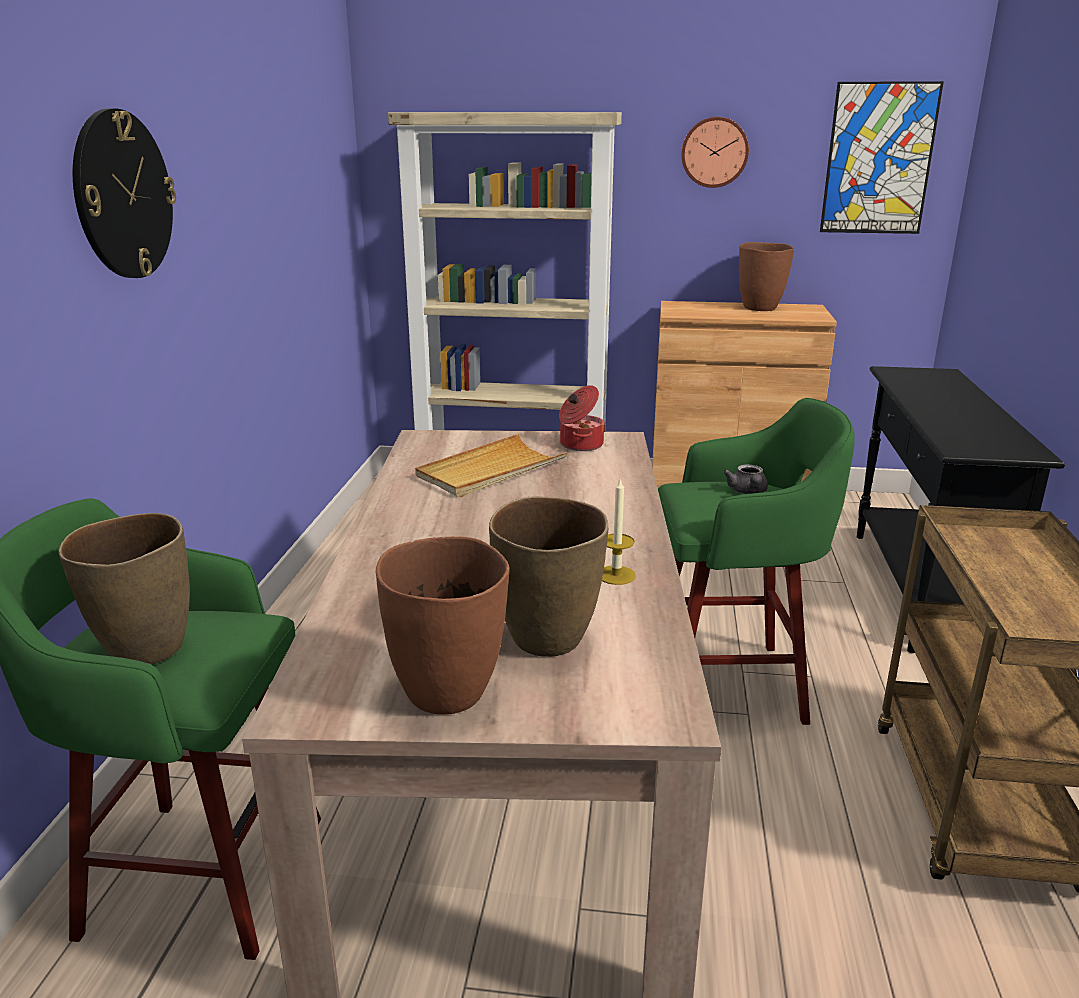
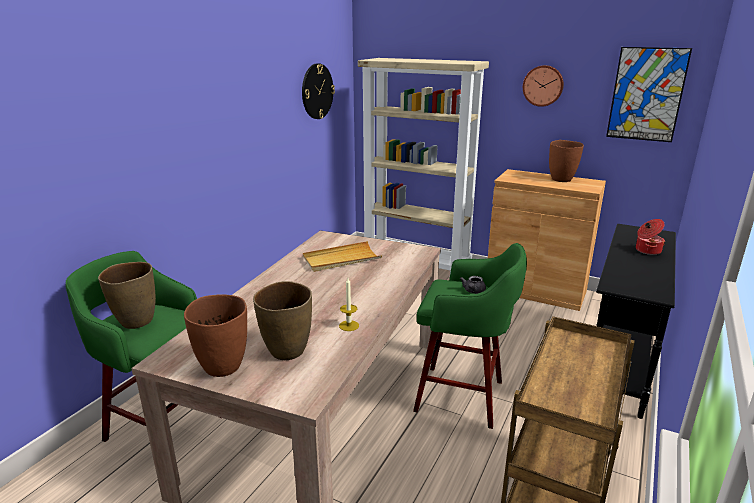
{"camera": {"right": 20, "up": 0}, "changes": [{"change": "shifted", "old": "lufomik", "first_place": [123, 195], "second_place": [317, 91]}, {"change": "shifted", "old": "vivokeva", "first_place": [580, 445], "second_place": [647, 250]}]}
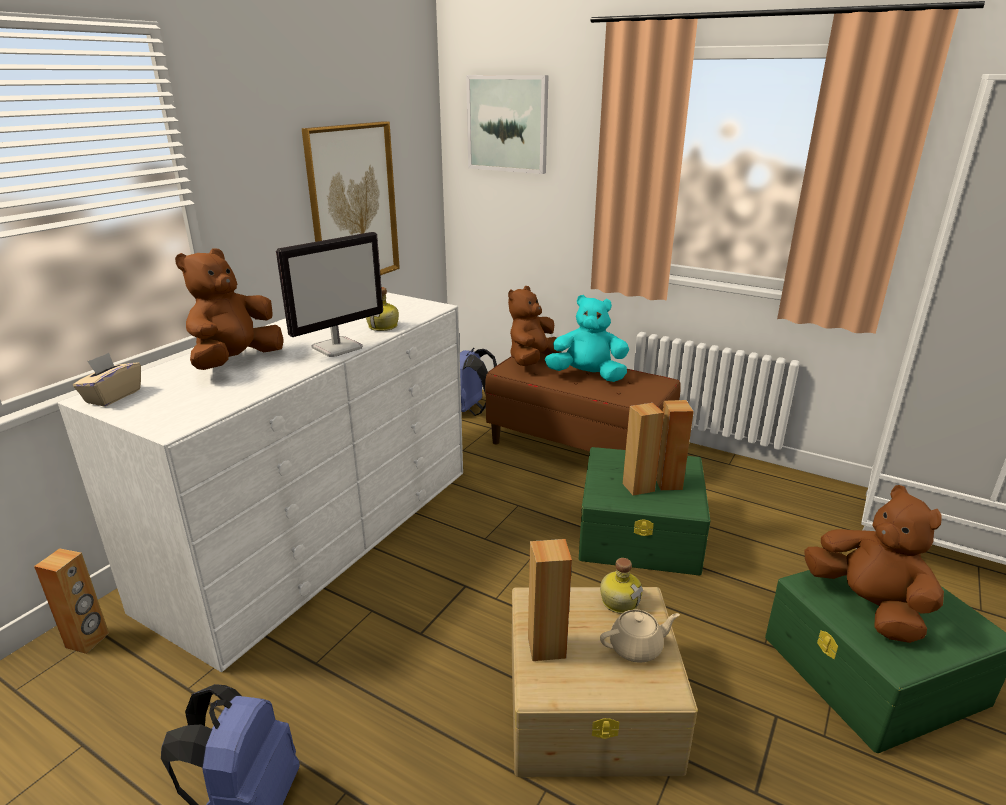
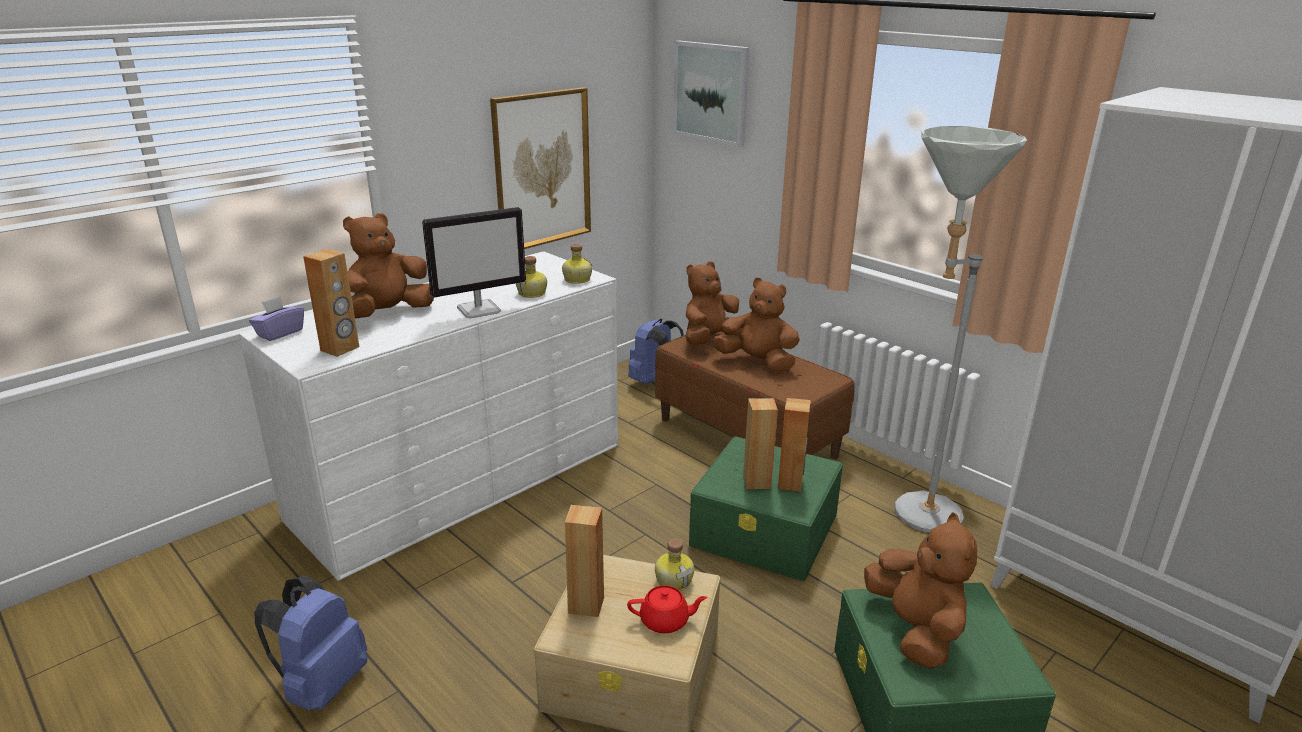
{"camera": {"right": 15, "up": 0}, "changes": [{"change": "new", "new": "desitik", "second_place": [576, 279]}, {"change": "new", "new": "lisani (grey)", "second_place": [913, 513]}, {"change": "shifted", "old": "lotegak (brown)", "first_place": [88, 640], "second_place": [340, 349]}, {"change": "repainted", "old": "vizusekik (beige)", "new": "vizusekik (purple)", "first_place": [113, 396], "second_place": [280, 333]}, {"change": "repainted", "old": "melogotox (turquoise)", "new": "melogotox (brown)", "first_place": [587, 376], "second_place": [757, 362]}, {"change": "repainted", "old": "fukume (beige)", "new": "fukume (red)", "first_place": [637, 648], "second_place": [665, 621]}]}
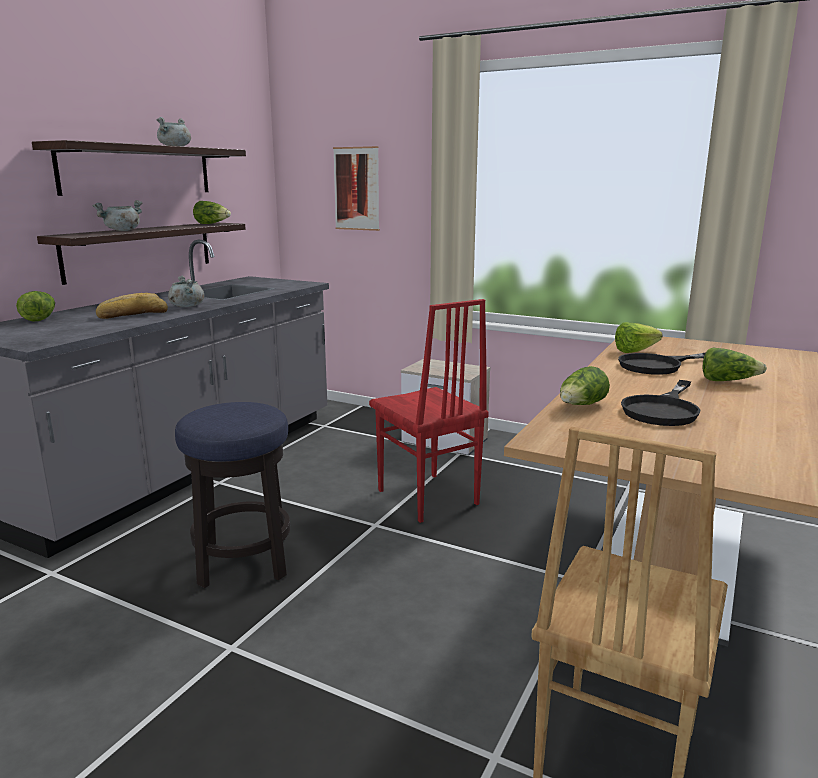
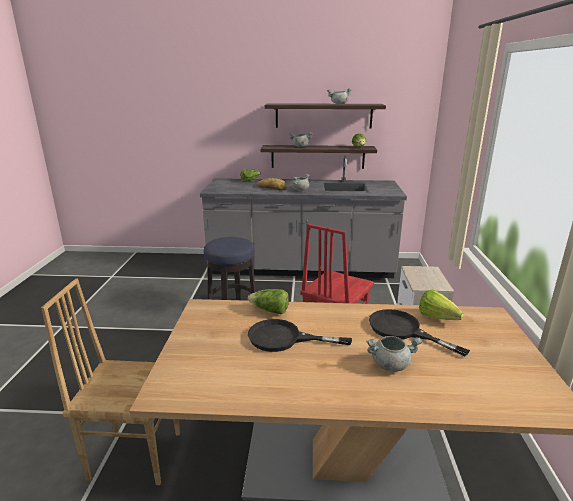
{"camera": {"right": 65, "up": 5}, "changes": [{"change": "gone", "old": "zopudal", "first_place": [356, 189]}, {"change": "swapped", "old": "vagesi", "new": "vivokeva (grey)", "first_place": [728, 381], "second_place": [390, 364]}]}
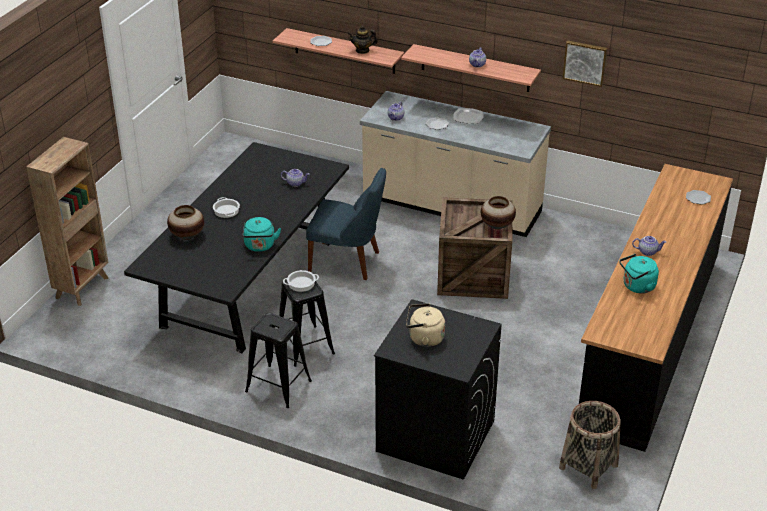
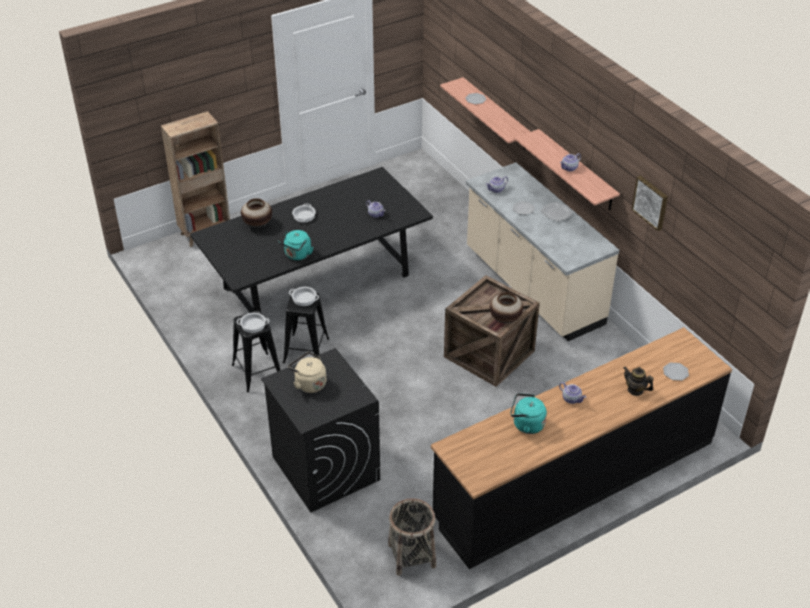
{"camera": {"right": 35, "up": 5}, "changes": [{"change": "gone", "old": "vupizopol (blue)", "first_place": [347, 262]}, {"change": "new", "new": "vivokeva", "second_place": [253, 325]}, {"change": "shifted", "old": "fukume", "first_place": [362, 50], "second_place": [635, 390]}]}
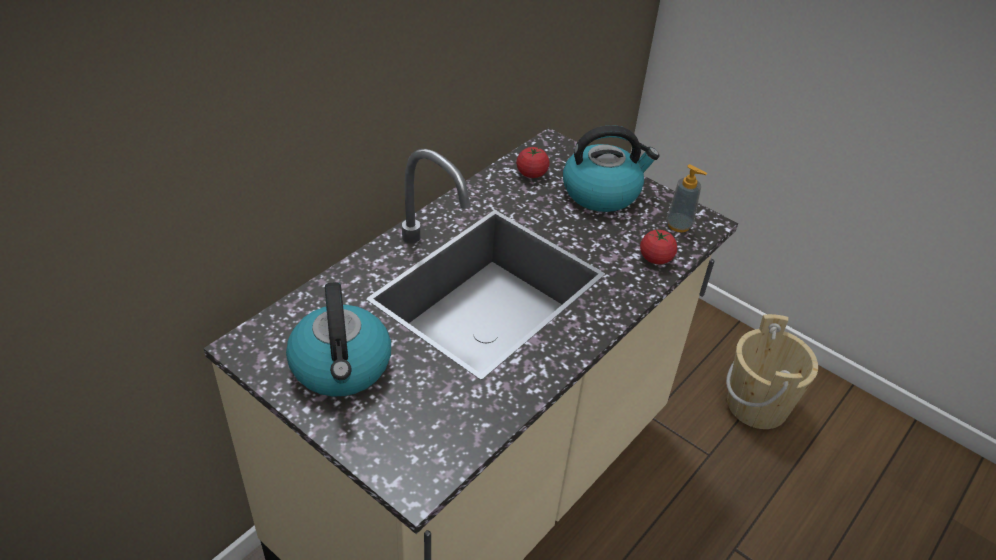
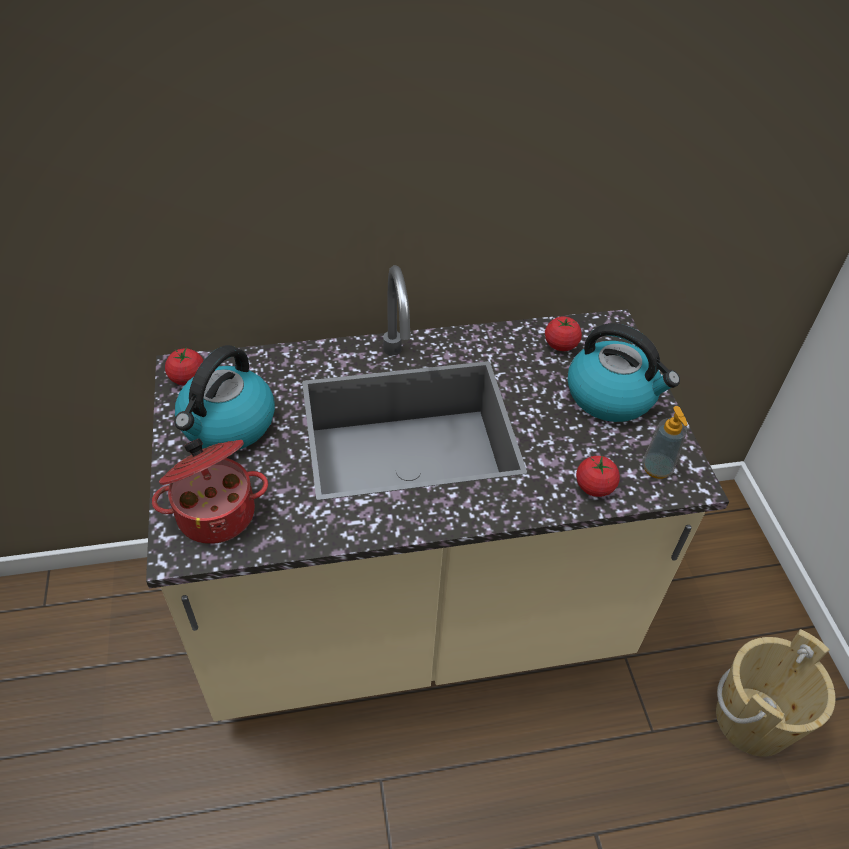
{"camera": {"right": 40, "up": 5}, "changes": [{"change": "new", "new": "vivokeva", "second_place": [216, 512]}, {"change": "new", "new": "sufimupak", "second_place": [188, 378]}]}
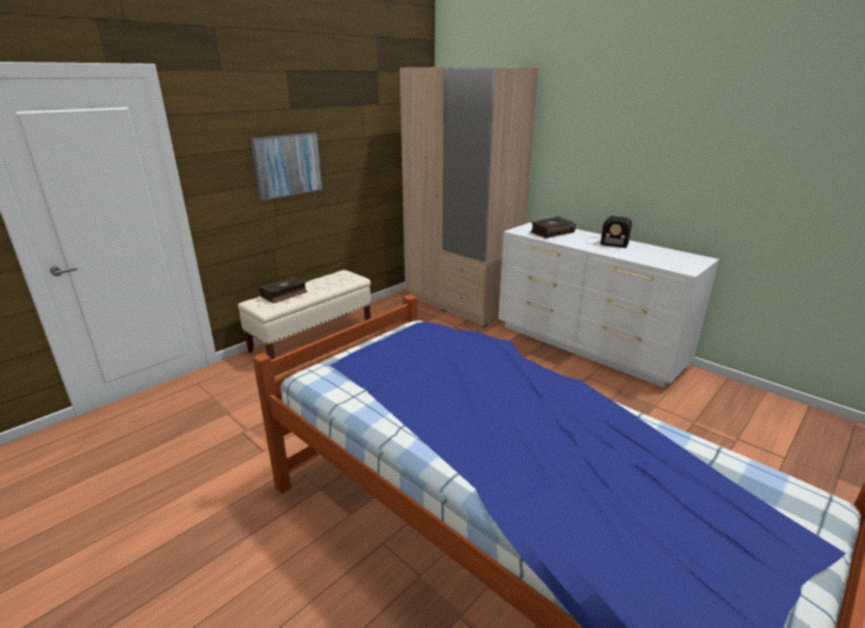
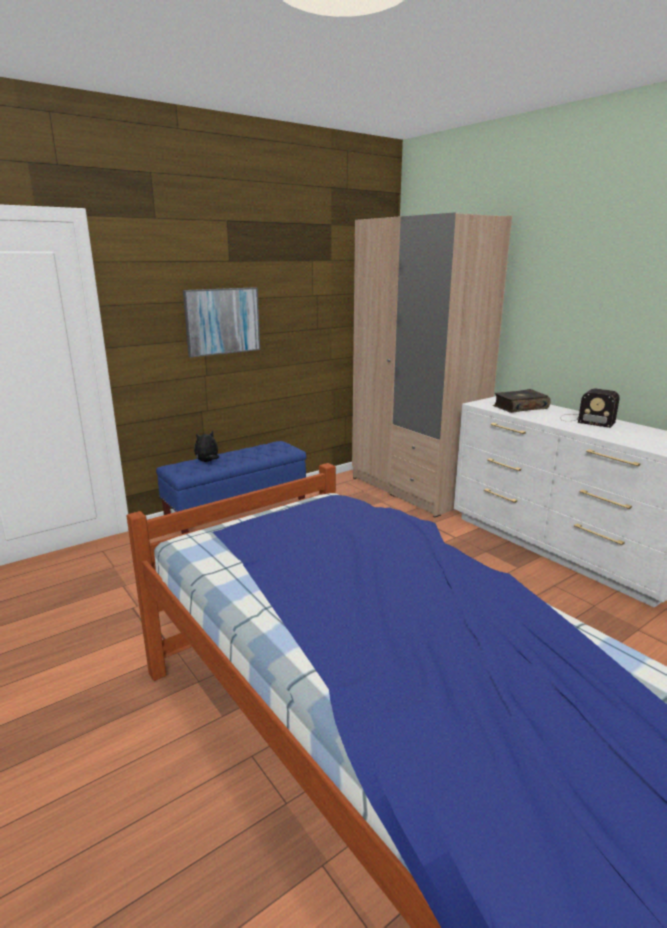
{"camera": {"right": 10, "up": -5}, "changes": [{"change": "swapped", "old": "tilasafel", "new": "melogotox", "first_place": [284, 294], "second_place": [207, 461]}, {"change": "repainted", "old": "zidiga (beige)", "new": "zidiga (blue)", "first_place": [313, 339], "second_place": [237, 514]}]}
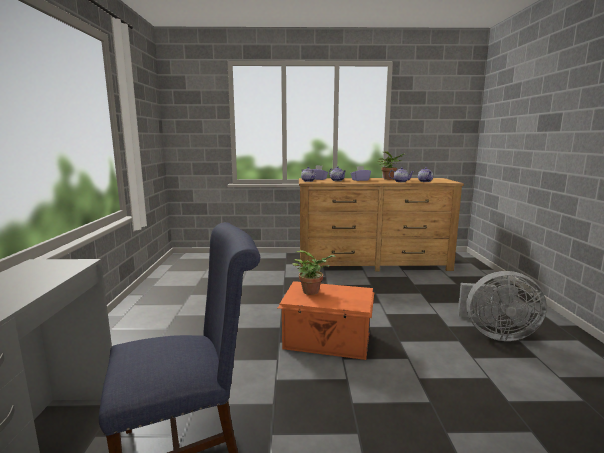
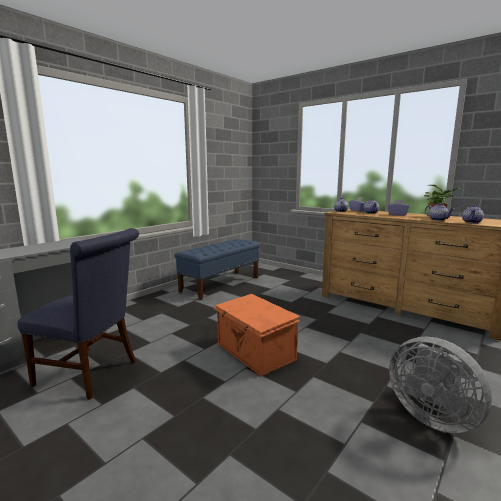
{"camera": {"right": 40, "up": 0}, "changes": [{"change": "gone", "old": "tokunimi", "first_place": [313, 291]}, {"change": "new", "new": "zidiga (blue)", "second_place": [220, 284]}]}
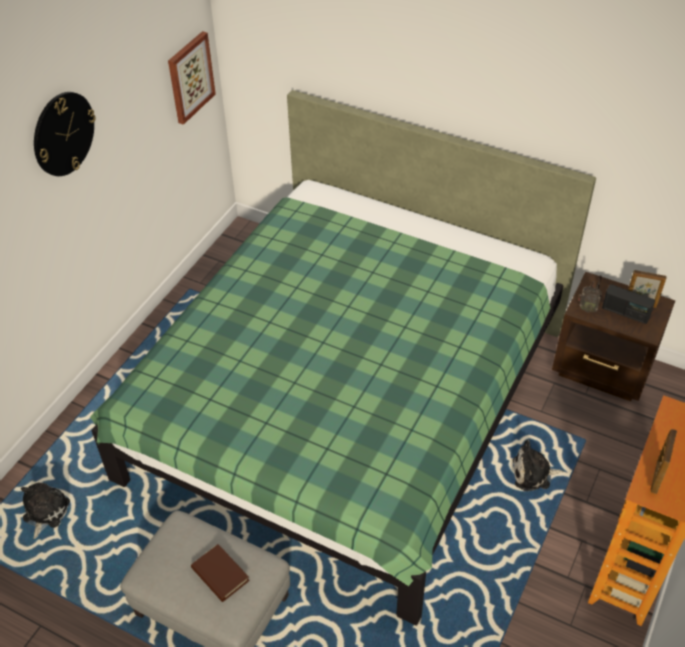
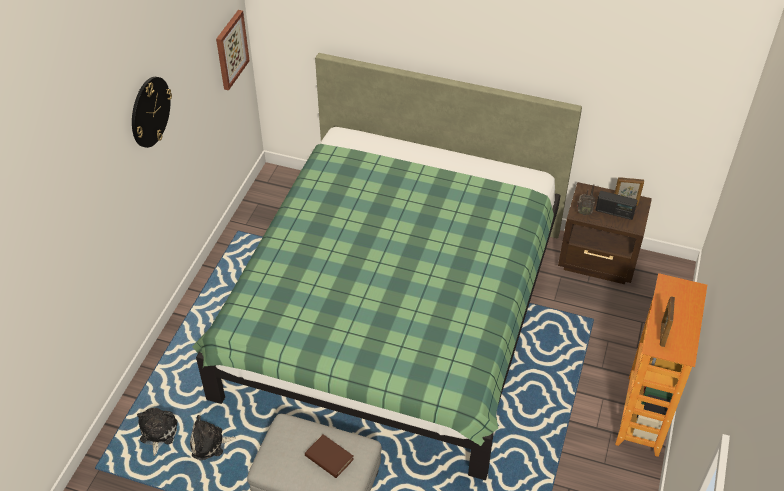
{"camera": {"right": -10, "up": 0}, "changes": [{"change": "shifted", "old": "melogotox", "first_place": [534, 474], "second_place": [210, 443]}]}
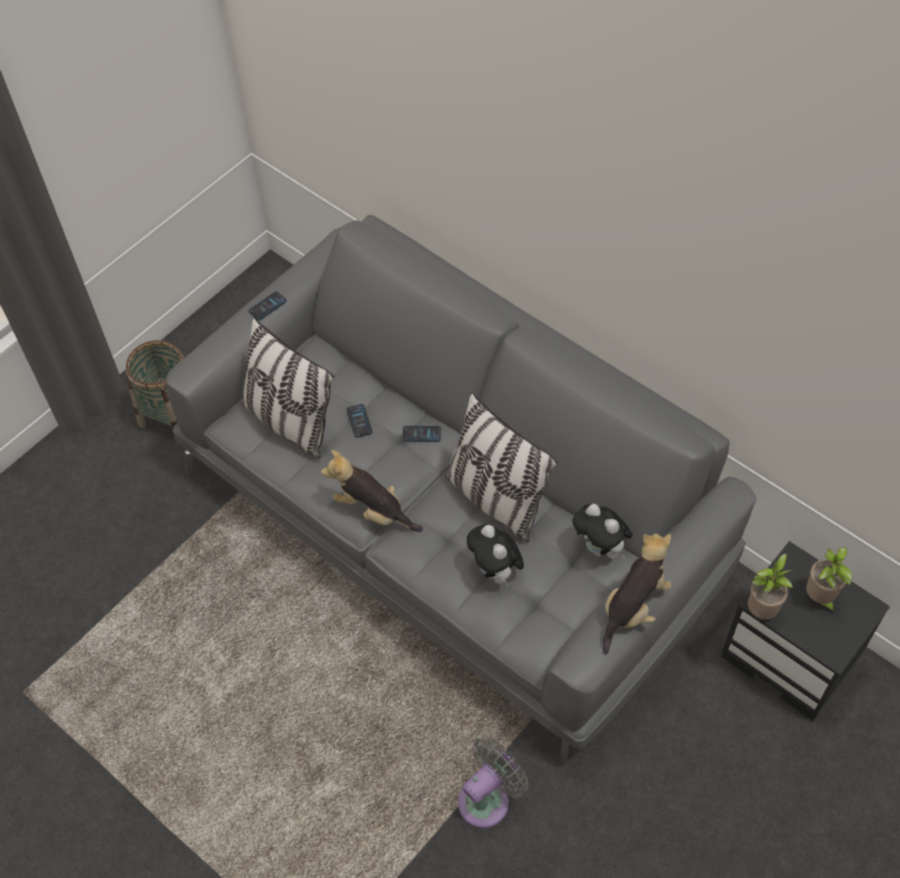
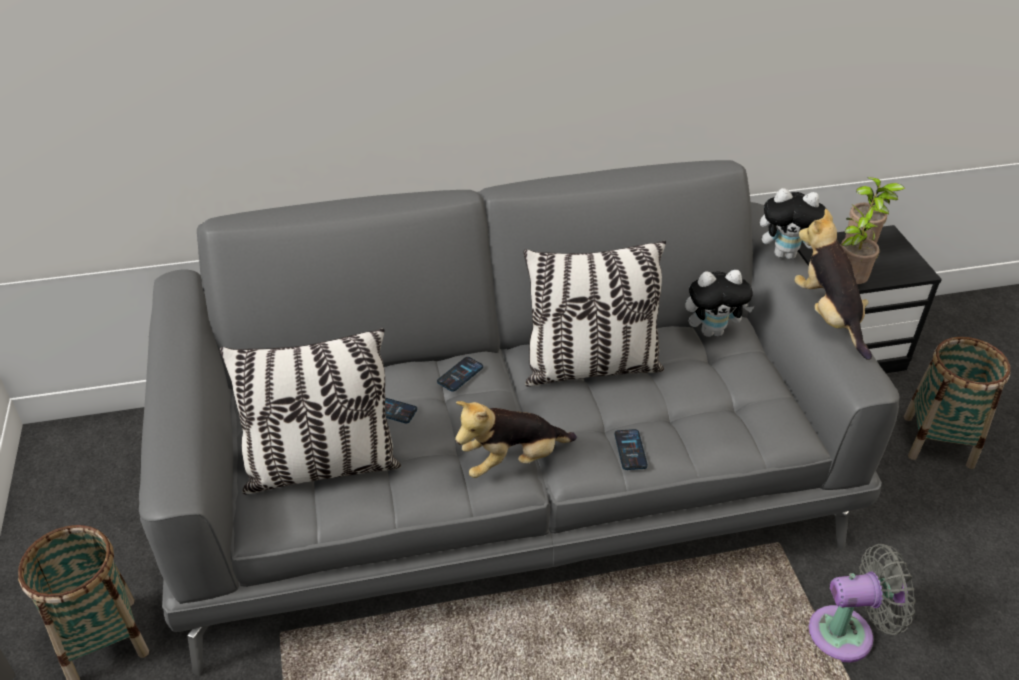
{"camera": {"right": -55, "up": -15}, "changes": [{"change": "new", "new": "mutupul", "second_place": [938, 441]}, {"change": "shifted", "old": "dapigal", "first_place": [267, 306], "second_place": [630, 450]}, {"change": "shifted", "old": "melogotox", "first_place": [495, 571], "second_place": [786, 254]}, {"change": "rotated", "old": "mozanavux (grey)", "first_place": [488, 798], "second_place": [848, 633], "degrees": 90}]}
